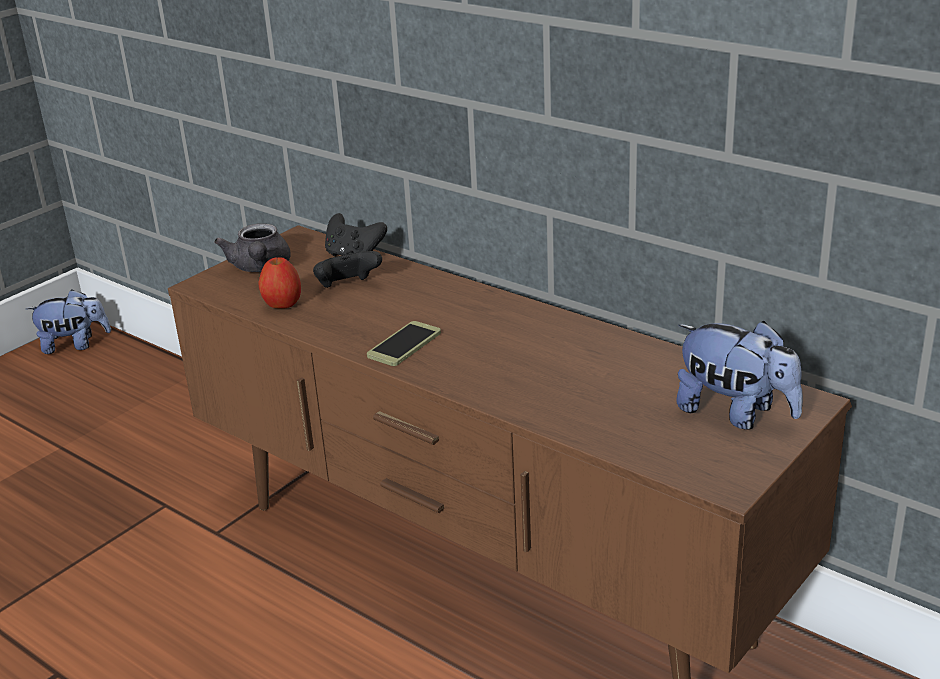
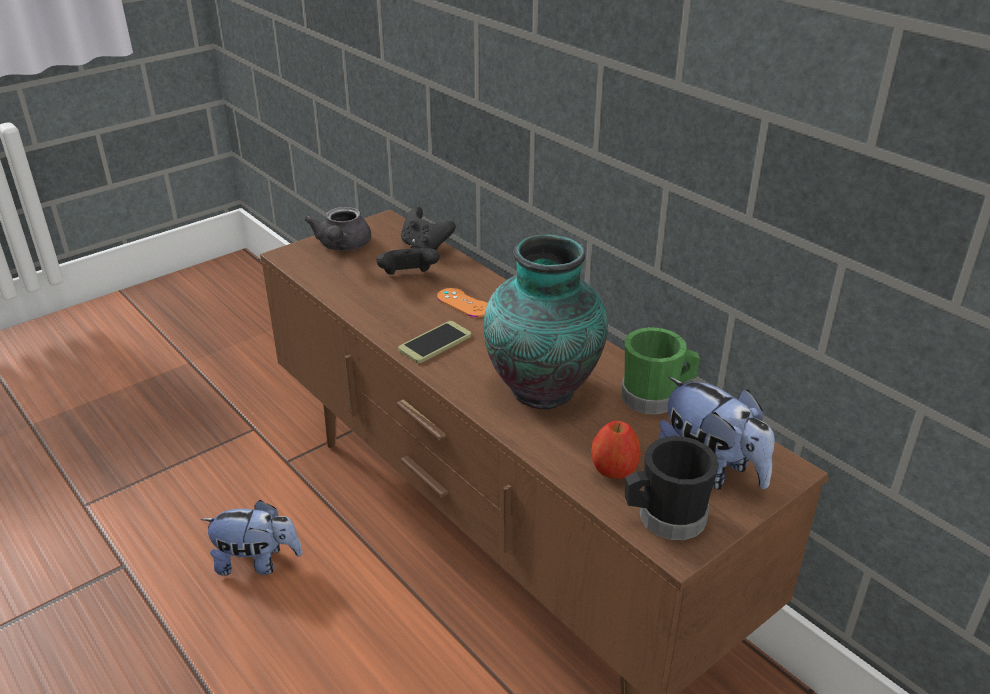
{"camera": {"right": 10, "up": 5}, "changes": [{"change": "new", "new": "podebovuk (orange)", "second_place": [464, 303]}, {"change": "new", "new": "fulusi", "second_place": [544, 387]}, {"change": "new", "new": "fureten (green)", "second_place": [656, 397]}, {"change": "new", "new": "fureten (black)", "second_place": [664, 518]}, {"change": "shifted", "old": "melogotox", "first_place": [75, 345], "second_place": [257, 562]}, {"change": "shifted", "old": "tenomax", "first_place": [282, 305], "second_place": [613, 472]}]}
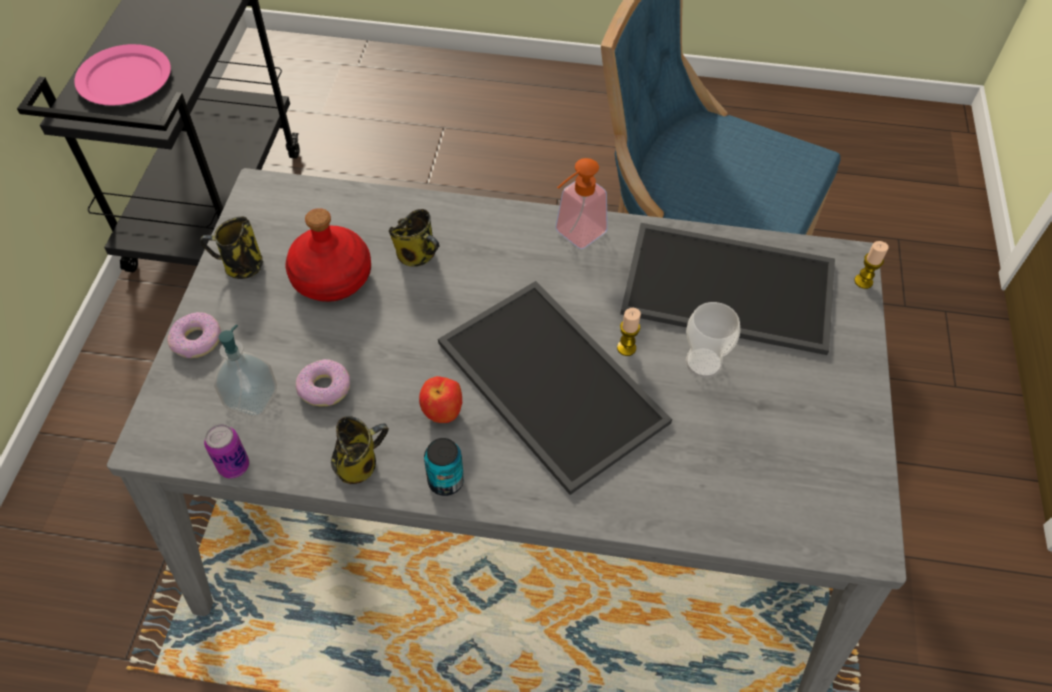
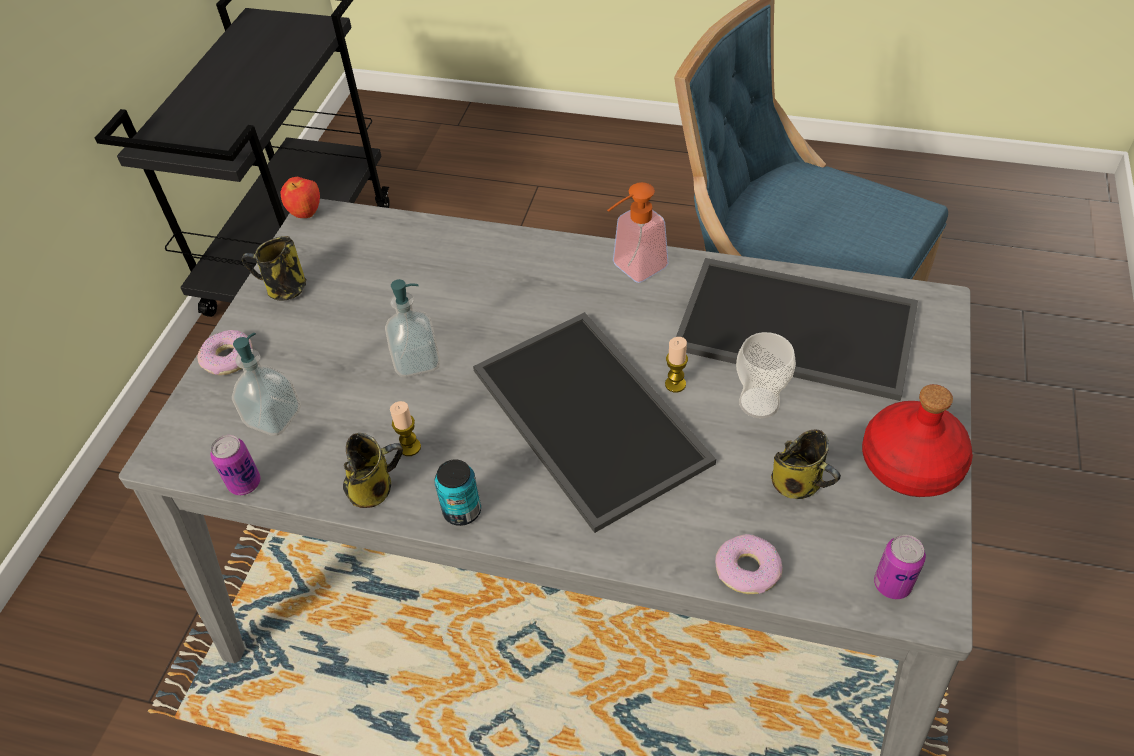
{"camera": {"right": 10, "up": -5}, "changes": [{"change": "gone", "old": "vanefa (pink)", "first_place": [125, 79]}, {"change": "new", "new": "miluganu", "second_place": [417, 361]}, {"change": "new", "new": "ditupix", "second_place": [892, 584]}, {"change": "shifted", "old": "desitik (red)", "first_place": [331, 277], "second_place": [909, 464]}, {"change": "shifted", "old": "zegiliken", "first_place": [324, 387], "second_place": [747, 569]}, {"change": "shifted", "old": "fureten", "first_place": [418, 255], "second_place": [799, 484]}, {"change": "shifted", "old": "tenomax", "first_place": [443, 413], "second_place": [306, 214]}, {"change": "shifted", "old": "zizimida", "first_place": [863, 281], "second_place": [410, 447]}]}
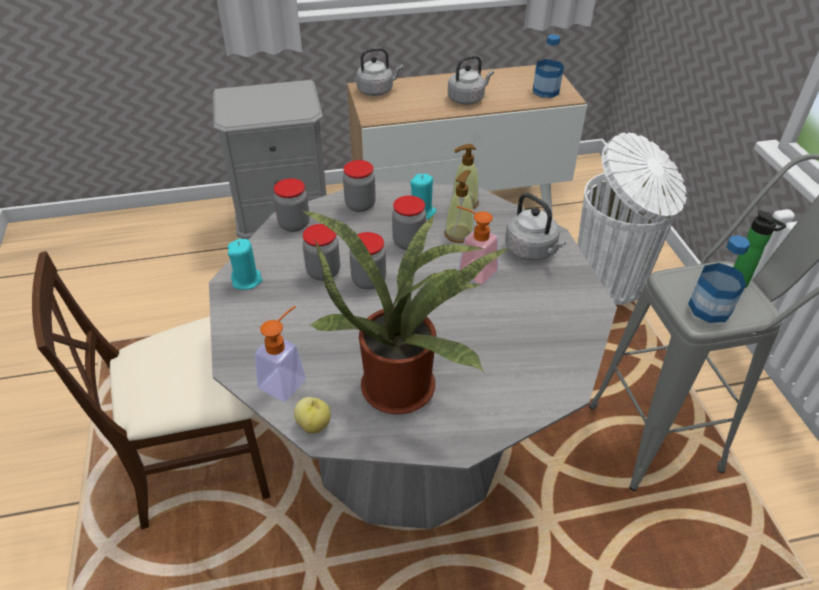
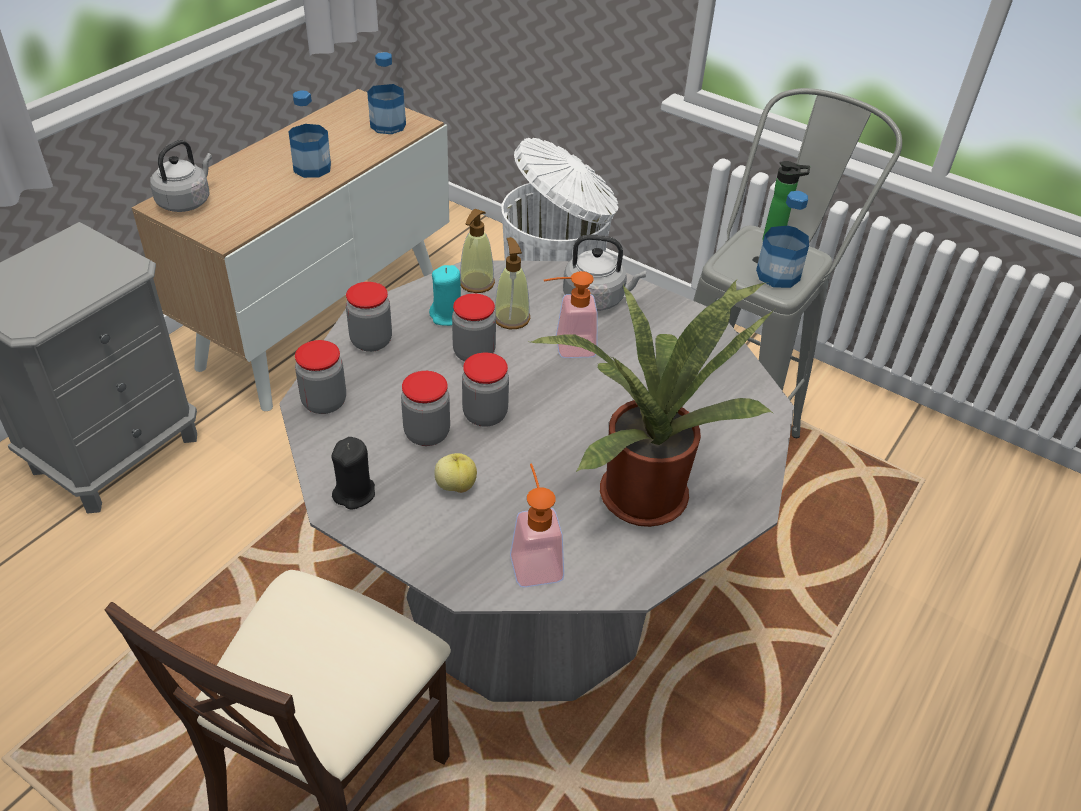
{"camera": {"right": -45, "up": 0}, "changes": [{"change": "shifted", "old": "tenomax", "first_place": [314, 424], "second_place": [456, 485]}, {"change": "swapped", "old": "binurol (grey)", "new": "desitik", "first_place": [467, 99], "second_place": [312, 168]}, {"change": "repainted", "old": "zizimida (turquoise)", "new": "zizimida (black)", "first_place": [247, 280], "second_place": [354, 493]}]}
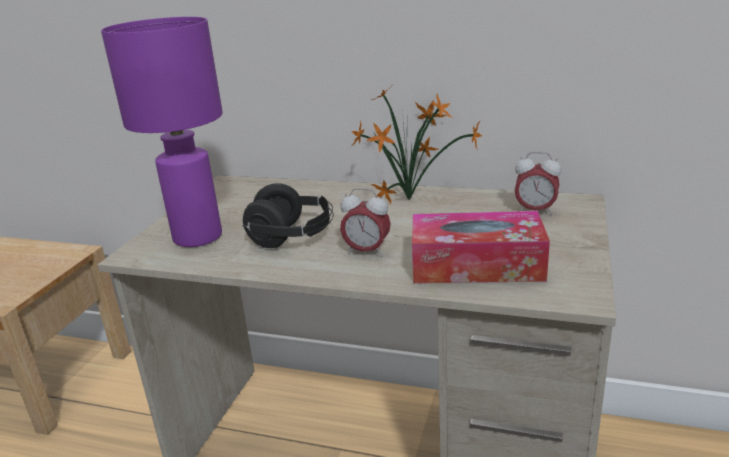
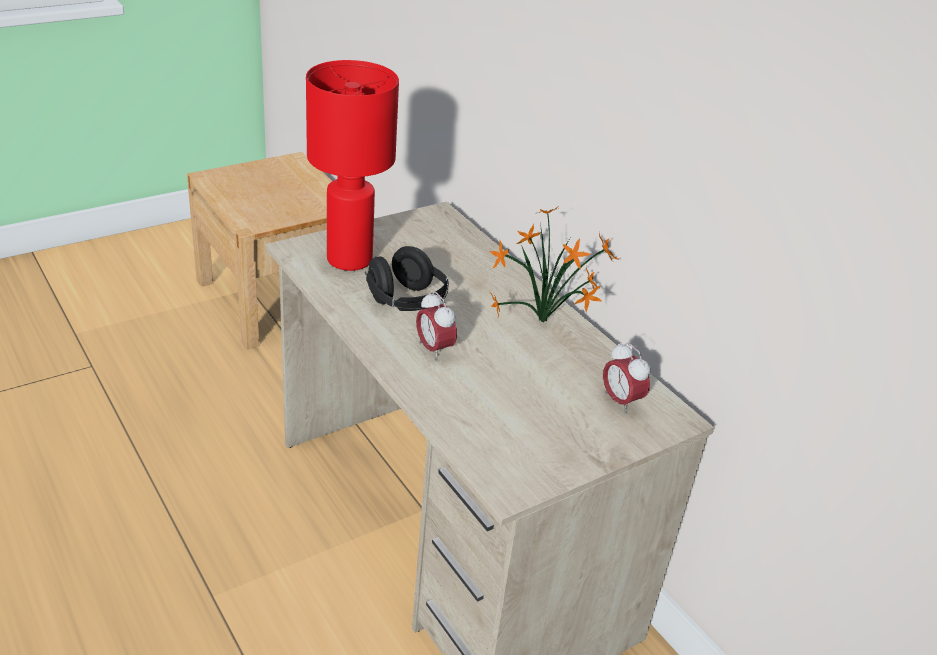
{"camera": {"right": 35, "up": 10}, "changes": [{"change": "gone", "old": "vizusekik", "first_place": [476, 265]}, {"change": "repainted", "old": "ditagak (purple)", "new": "ditagak (red)", "first_place": [196, 237], "second_place": [348, 259]}]}
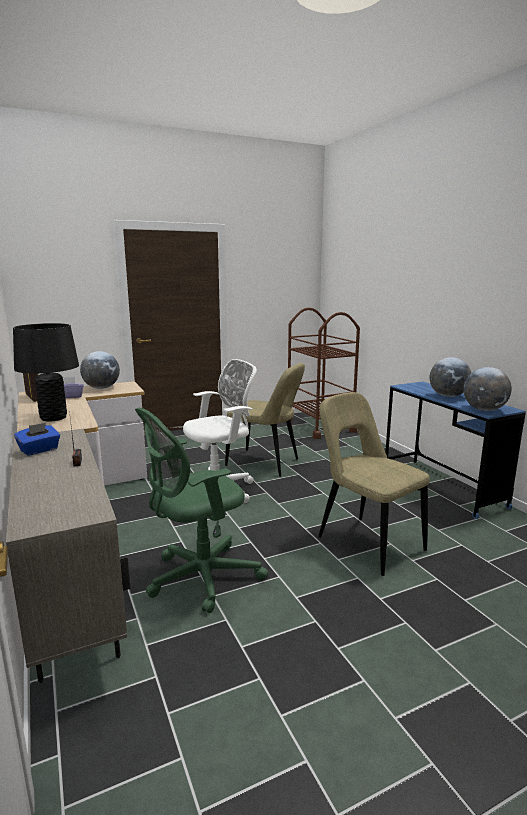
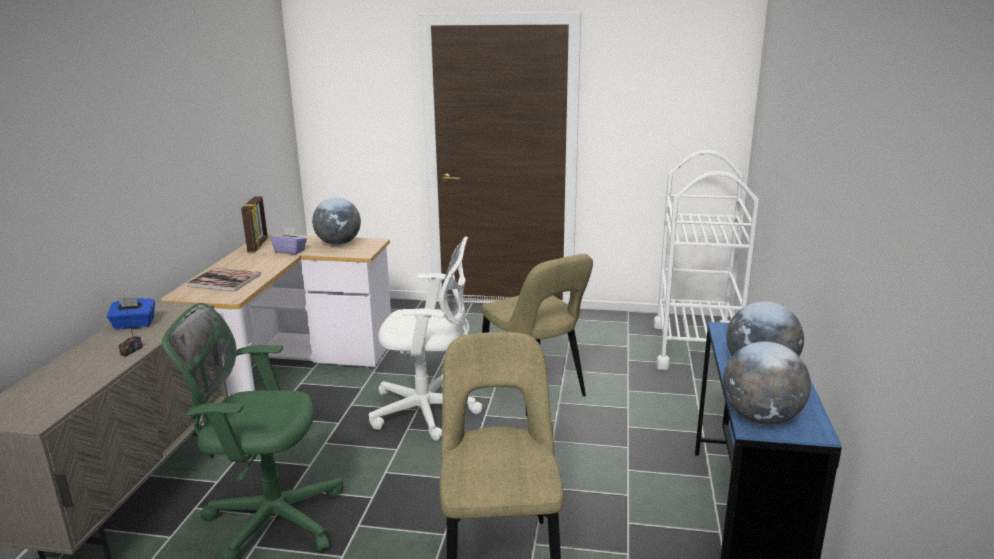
{"camera": {"right": 35, "up": 5}, "changes": [{"change": "swapped", "old": "ditagak (black)", "new": "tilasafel", "first_place": [53, 418], "second_place": [225, 280]}, {"change": "repainted", "old": "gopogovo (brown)", "new": "gopogovo (white)", "first_place": [319, 426], "second_place": [695, 348]}]}
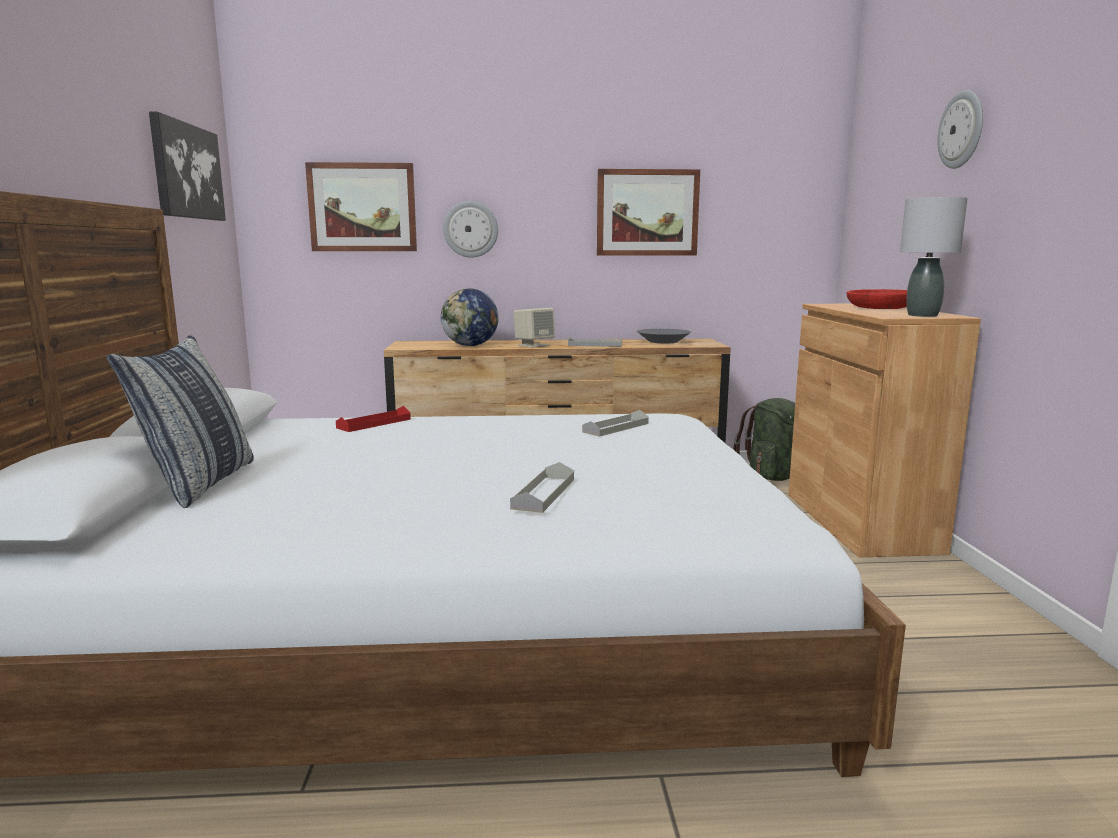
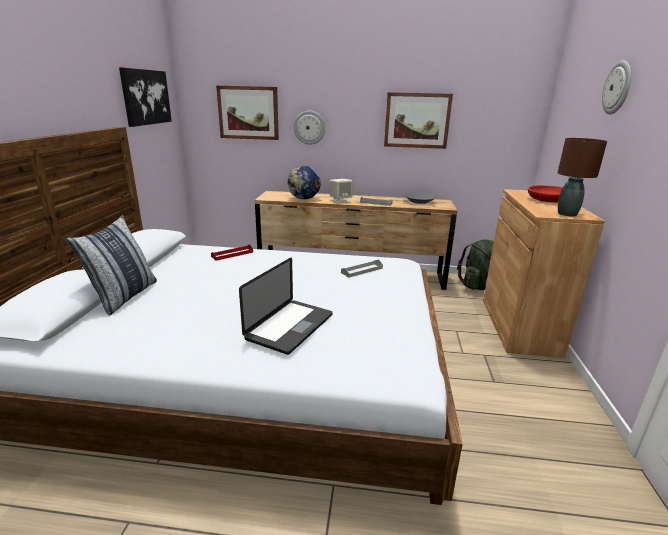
{"camera": {"right": 10, "up": 10}, "changes": [{"change": "swapped", "old": "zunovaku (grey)", "new": "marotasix", "first_place": [544, 493], "second_place": [290, 327]}, {"change": "repainted", "old": "ditagak (grey)", "new": "ditagak (brown)", "first_place": [922, 315], "second_place": [567, 214]}]}
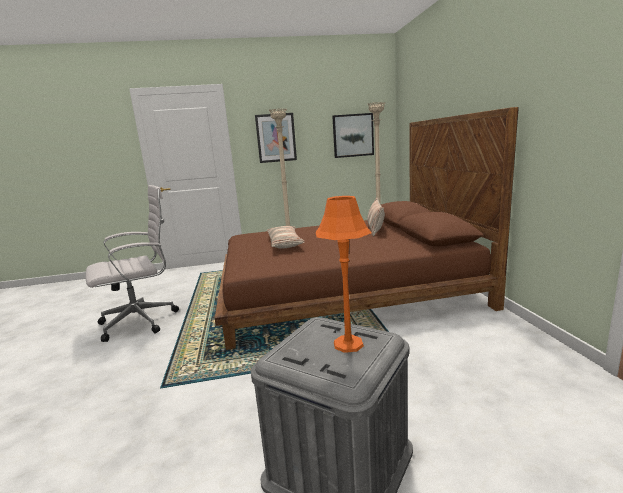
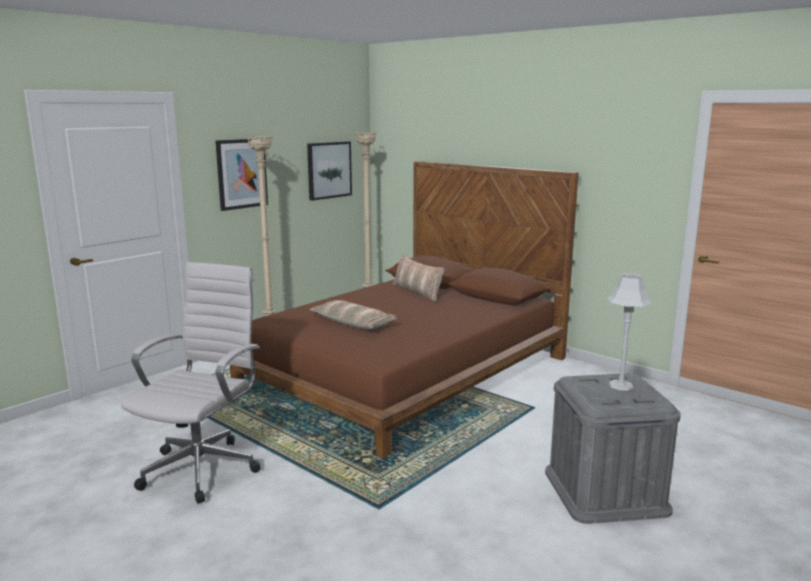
{"camera": {"right": -40, "up": 0}, "changes": [{"change": "repainted", "old": "ditagak (orange)", "new": "ditagak (grey)", "first_place": [348, 344], "second_place": [620, 385]}]}
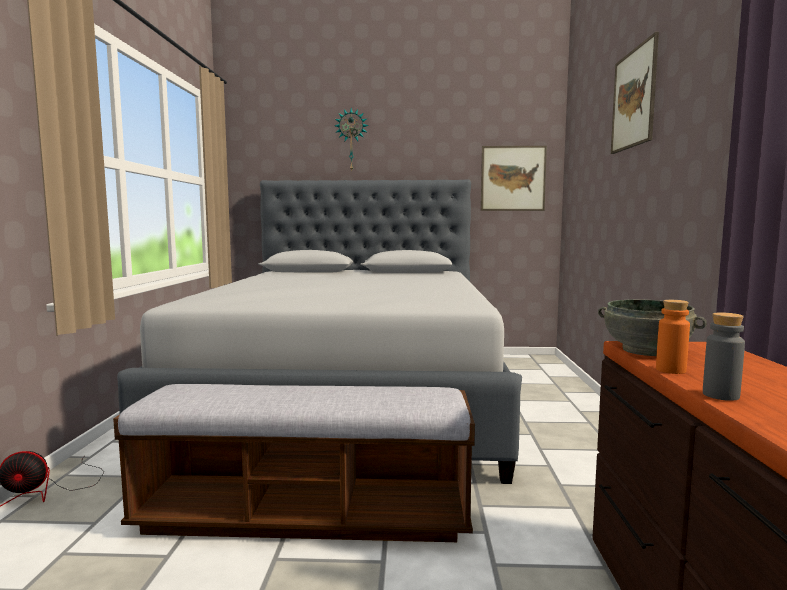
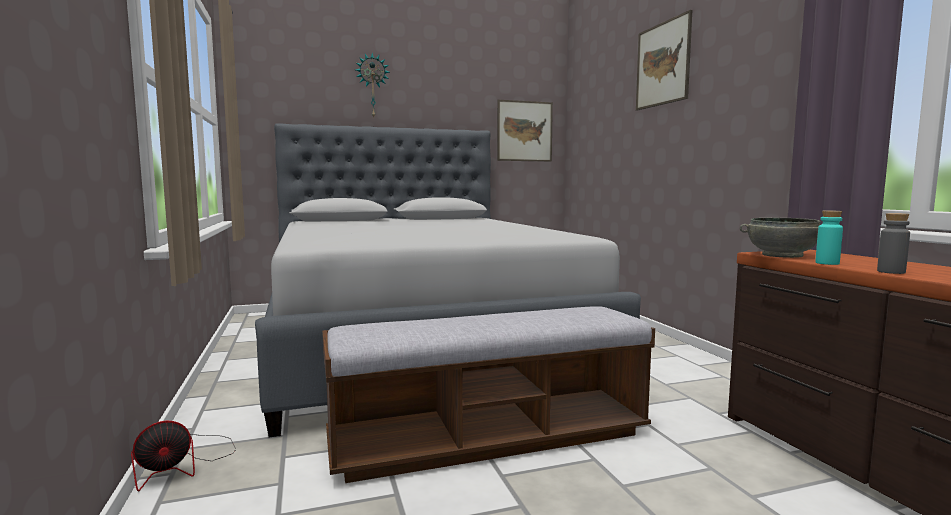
{"camera": {"right": -20, "up": 0}, "changes": [{"change": "repainted", "old": "desitik (orange)", "new": "desitik (turquoise)", "first_place": [670, 370], "second_place": [827, 263]}]}
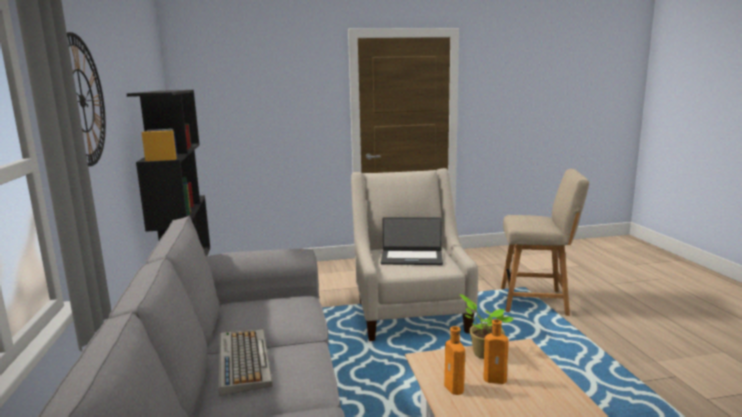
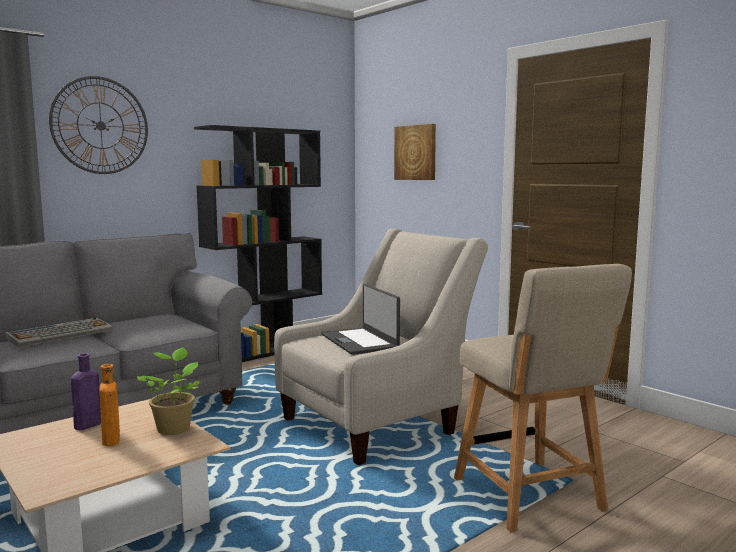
{"camera": {"right": 60, "up": -5}, "changes": [{"change": "new", "new": "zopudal", "second_place": [416, 152]}, {"change": "repainted", "old": "desitik (orange)", "new": "desitik (purple)", "first_place": [455, 389], "second_place": [86, 426]}]}
